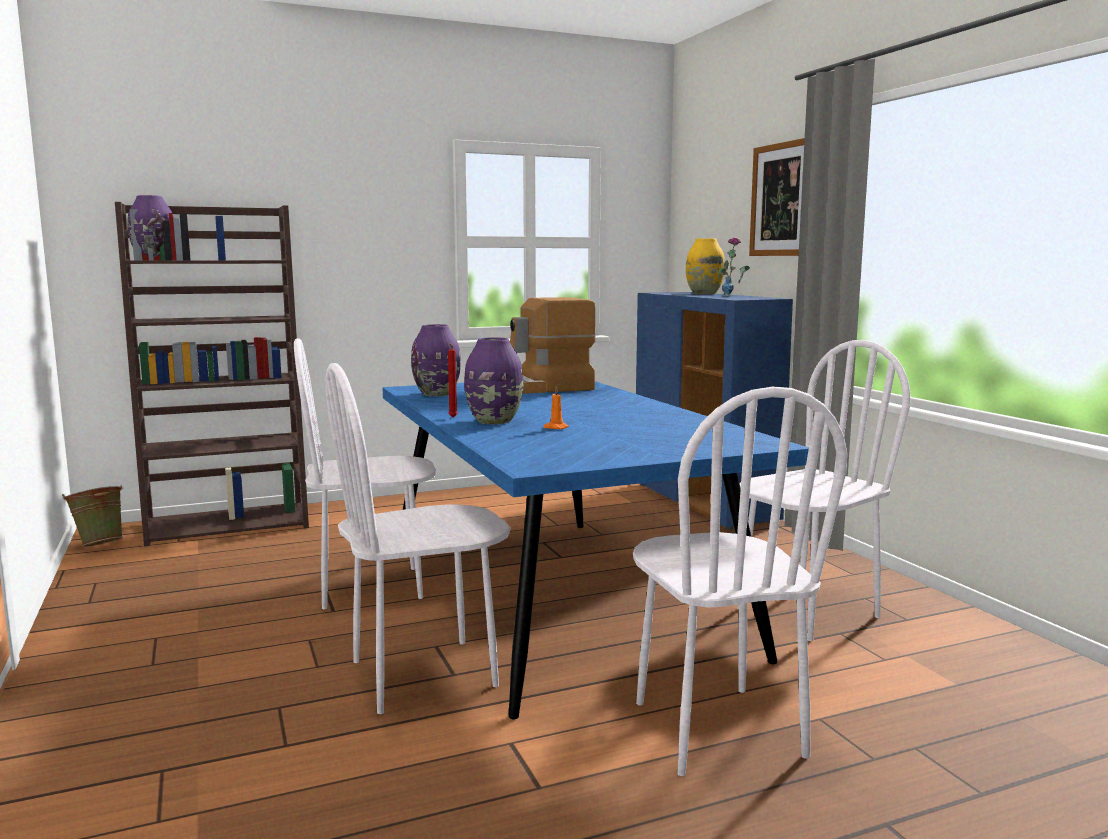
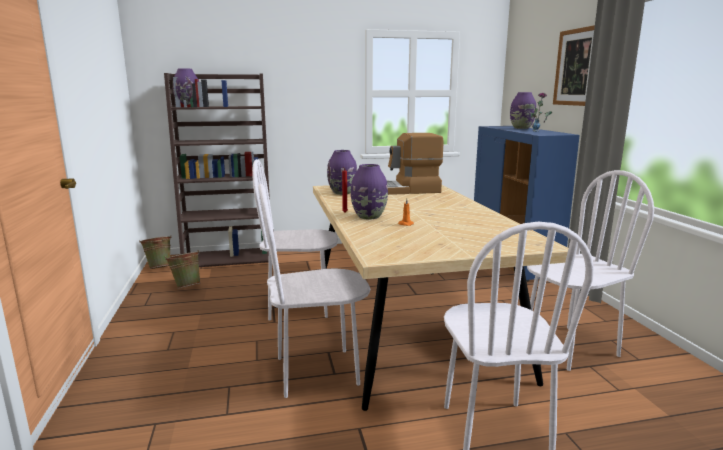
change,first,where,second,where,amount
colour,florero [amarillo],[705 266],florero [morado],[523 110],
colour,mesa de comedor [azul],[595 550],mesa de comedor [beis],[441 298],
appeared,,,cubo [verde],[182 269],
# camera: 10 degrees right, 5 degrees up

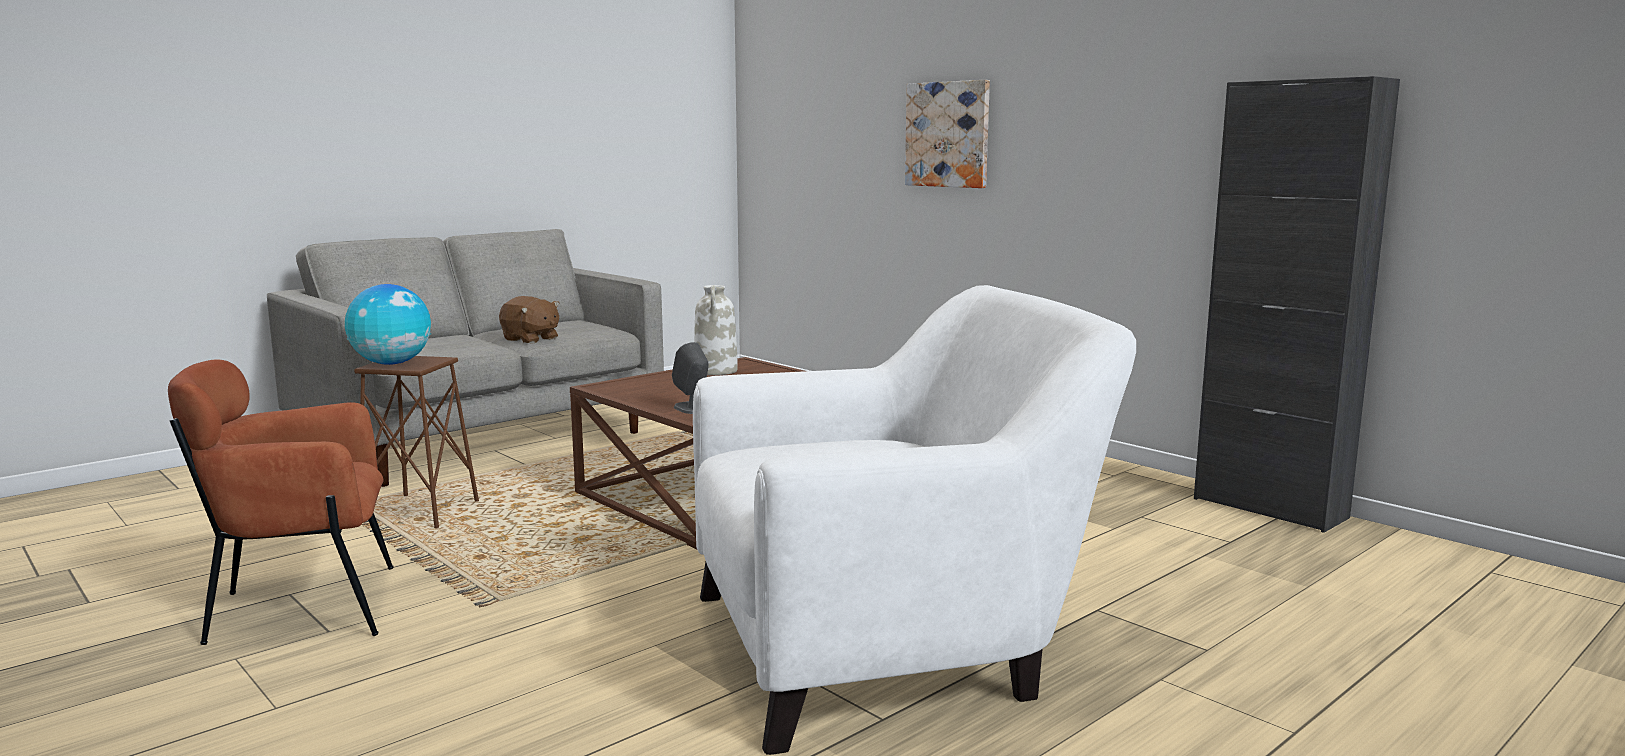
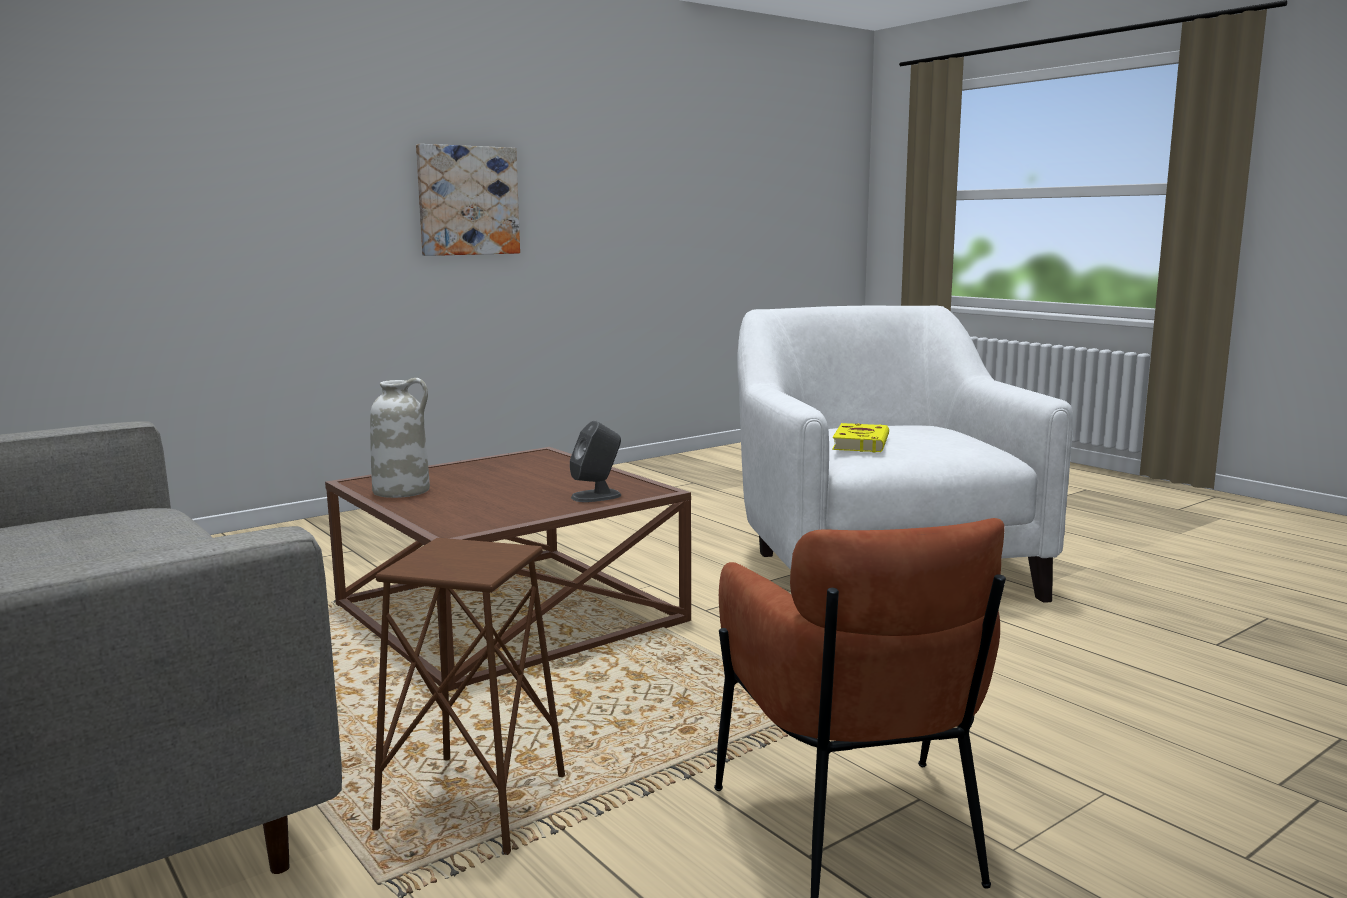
change,first,where,second,where,amount
missing,armario [negro],[1297 304],,,
relocated,cuadro,[947 134],,[468 200],
missing,globo terráqueo,[388 324],,,
missing,peluche [marrón],[529 320],,,
appeared,,,libro [amarillo],[860 437],
# camera: 85 degrees left, 0 degrees up

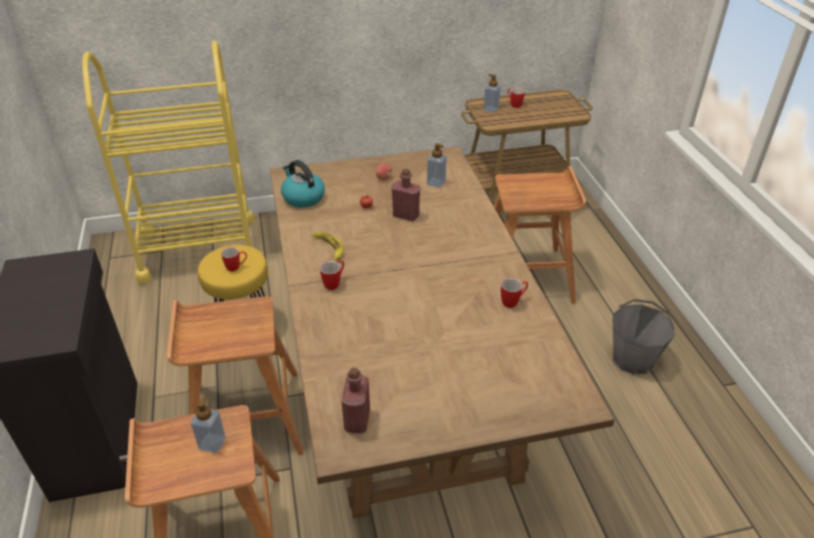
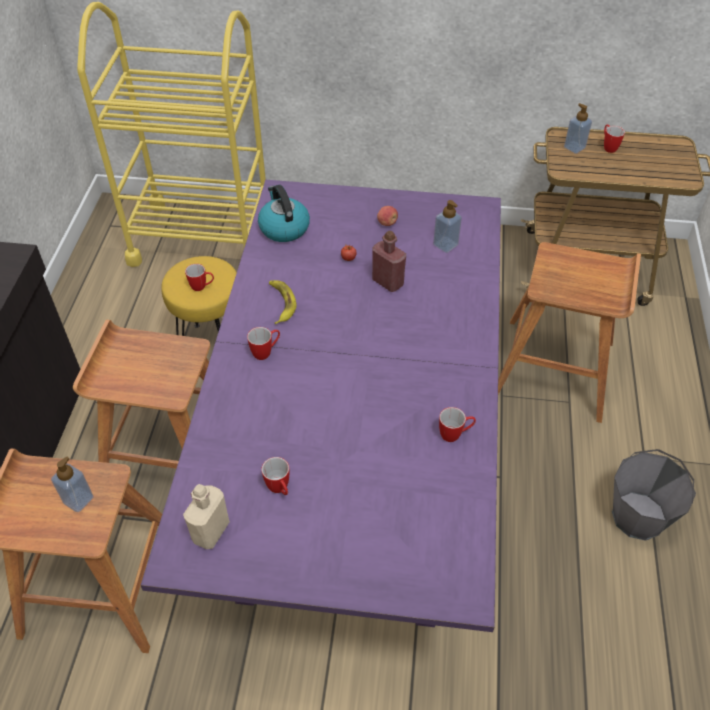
change,first,where,second,where,amount
colour,mesa de comedor [marrón],[442 332],mesa de comedor [morado],[321 406],
colour,botella [rojo],[355 400],botella [beis],[206 516],
appeared,,,taza grande,[275 476],
# camera: 20 degrees right, 10 degrees up

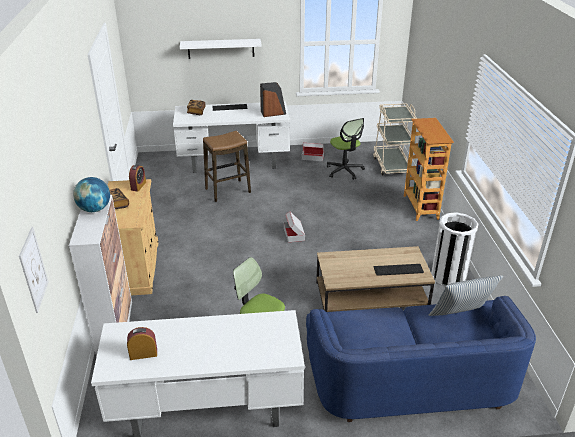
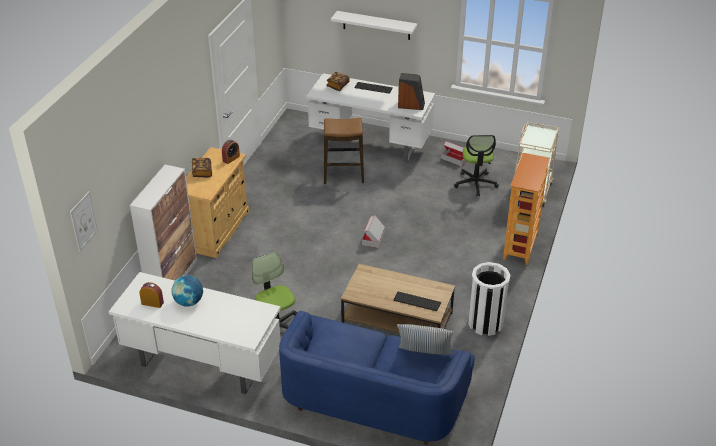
change,first,where,second,where,amount
relocated,globo terráqueo,[91 194],,[187 291],
# camera: 25 degrees right, 5 degrees up

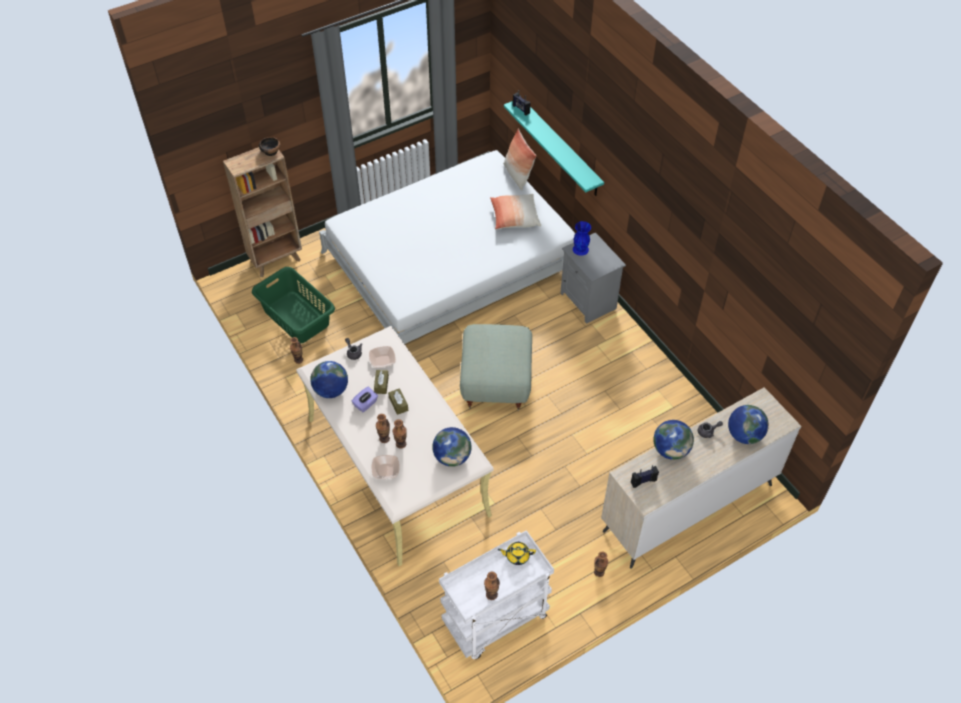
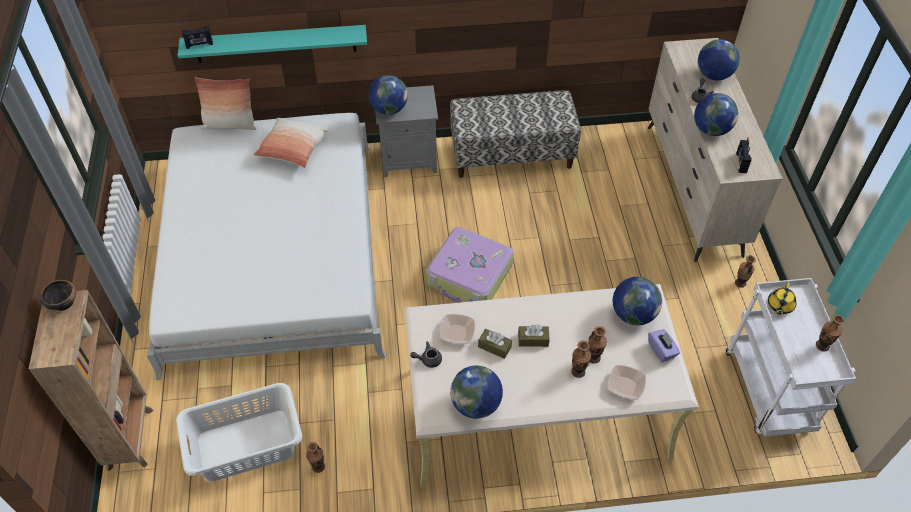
change,first,where,second,where,amount
exchanged,florero [azul],[582 238],globo terráqueo,[388 95],
colour,cesto de la ropa [verde],[293 305],cesto de la ropa [blanco],[239 432],
exchanged,puf [gris],[496 367],maleta,[470 265],
relocated,caja de pañuelos [morado],[365 399],,[664 345],
appeared,,,banco,[515 134],
# camera: 65 degrees left, 0 degrees up

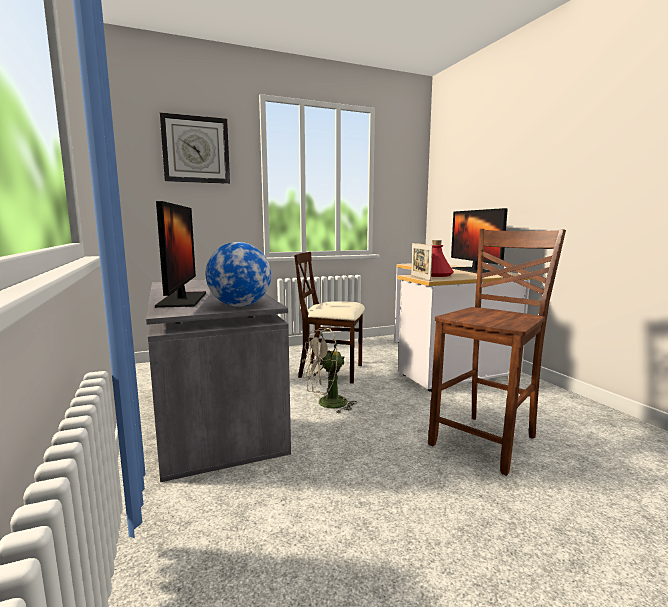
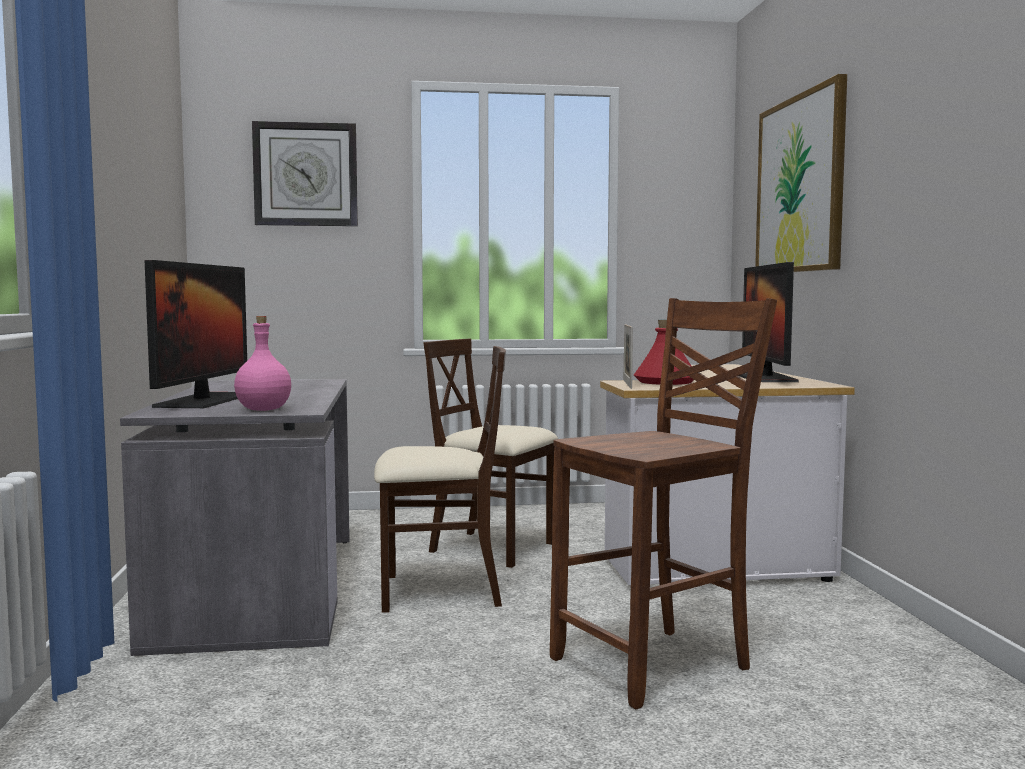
change,first,where,second,where,amount
exchanged,globo terráqueo,[238 274],botella [rosa],[262 363],
exchanged,ventilador [beis],[329 371],silla [beis],[440 479],
appeared,,,cuadro,[801 173],
# camera: 15 degrees right, 5 degrees down

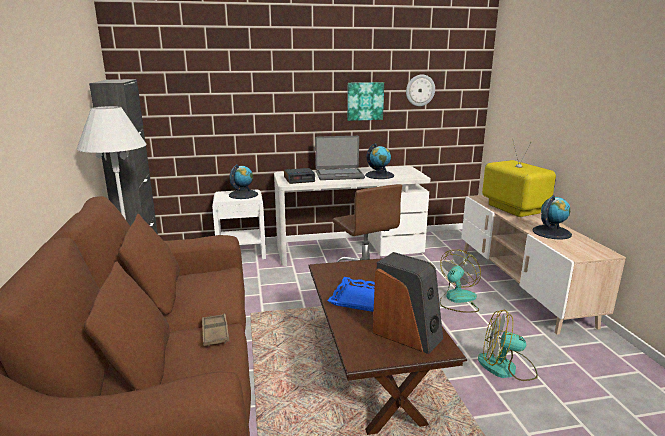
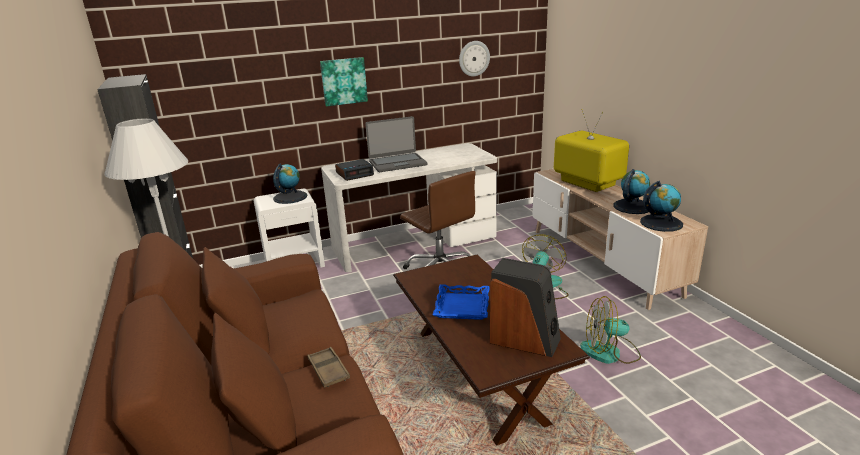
change,first,where,second,where,amount
relocated,cuadro,[365 101],,[344 81],
relocated,globo terráqueo,[379 161],,[661 206],
# camera: 10 degrees left, 5 degrees up

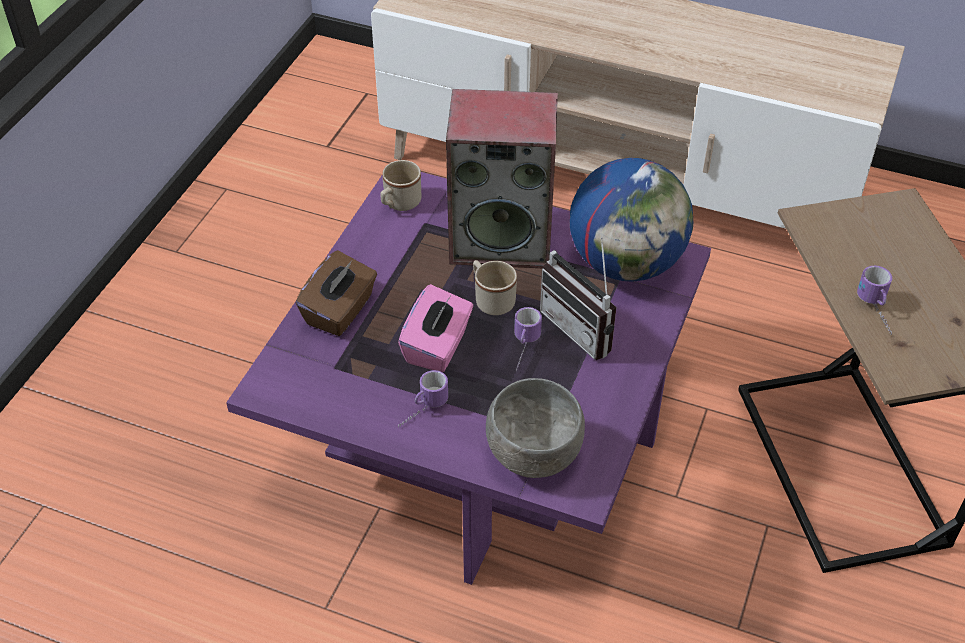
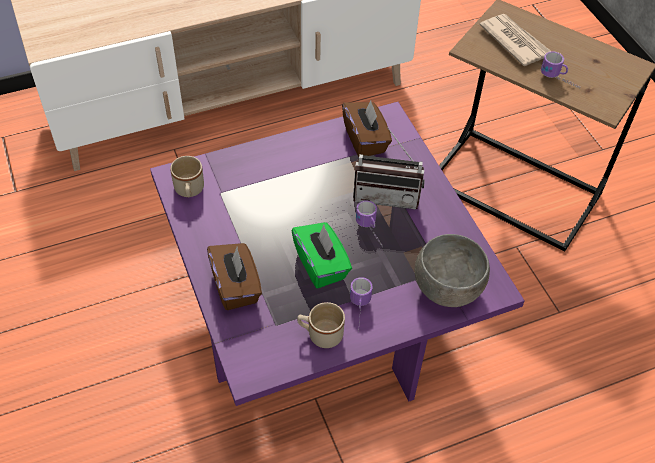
change,first,where,second,where,amount
missing,altavoz,[502 178],,,
exchanged,globo terráqueo,[631 220],caja de pañuelos [marrón],[367 128],
relocated,taza grande [beis],[495 287],,[321 325],
colour,caja de pañuelos [rosa],[435 328],caja de pañuelos [verde],[322 255],
appeared,,,periódico,[515 40],
# camera: 45 degrees left, 5 degrees up

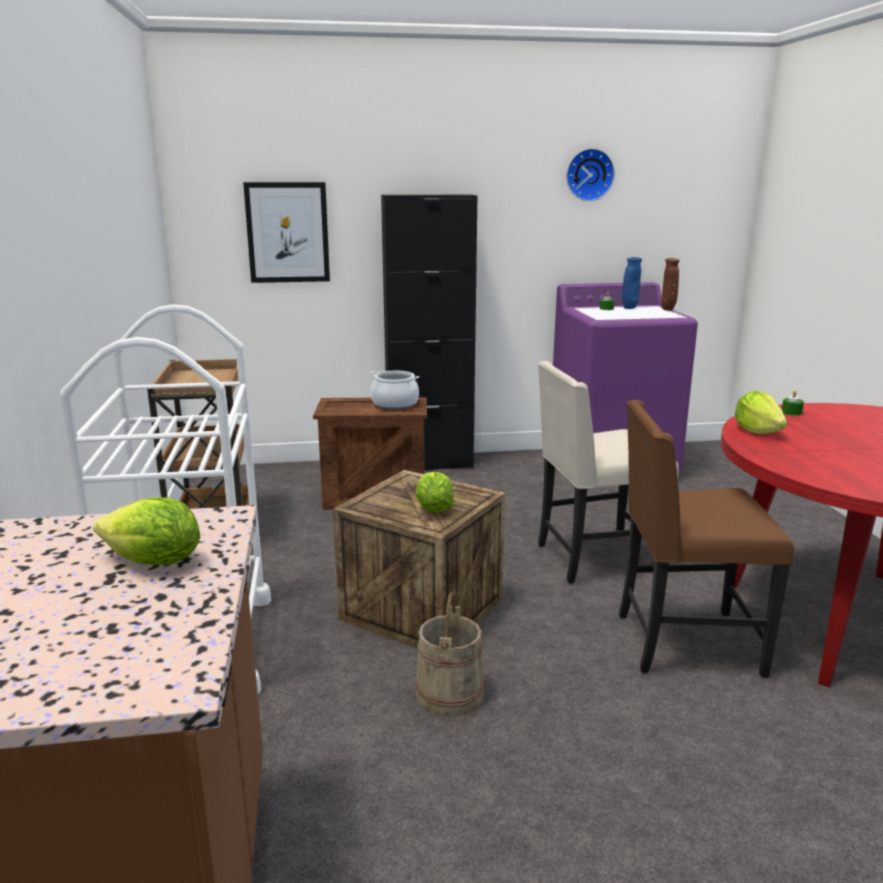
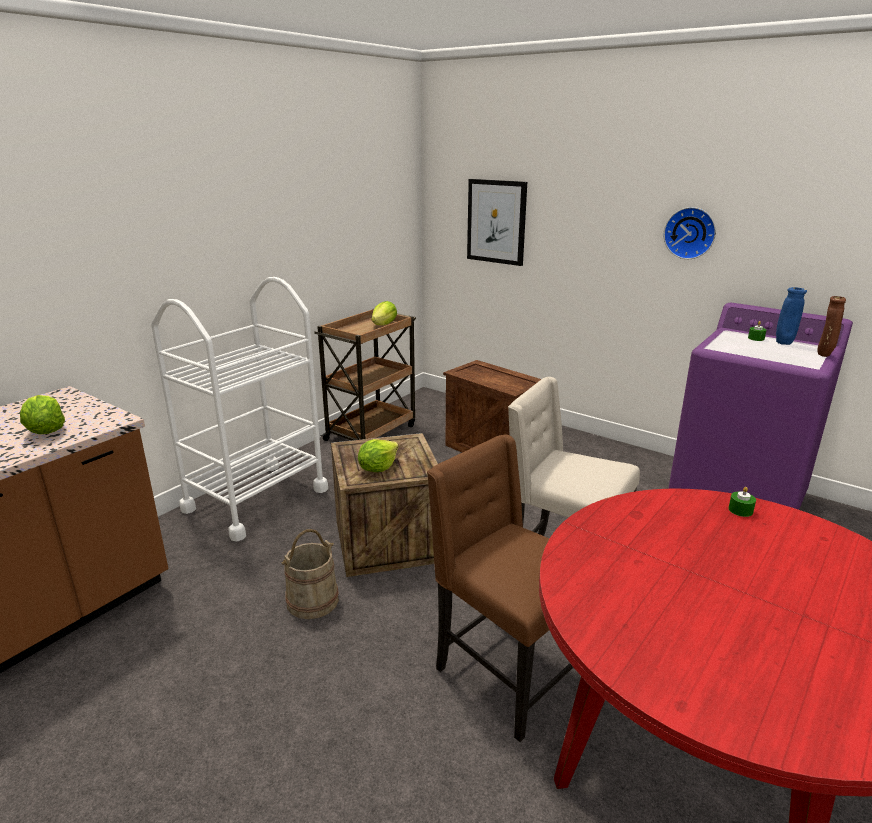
change,first,where,second,where,amount
relocated,reloj de pared,[590 174],,[690 233],
missing,armario [negro],[429 332],,,
missing,olla,[394 390],,,
relocated,lechuga,[761 412],,[384 313],
# camera: 45 degrees right, 5 degrees up

